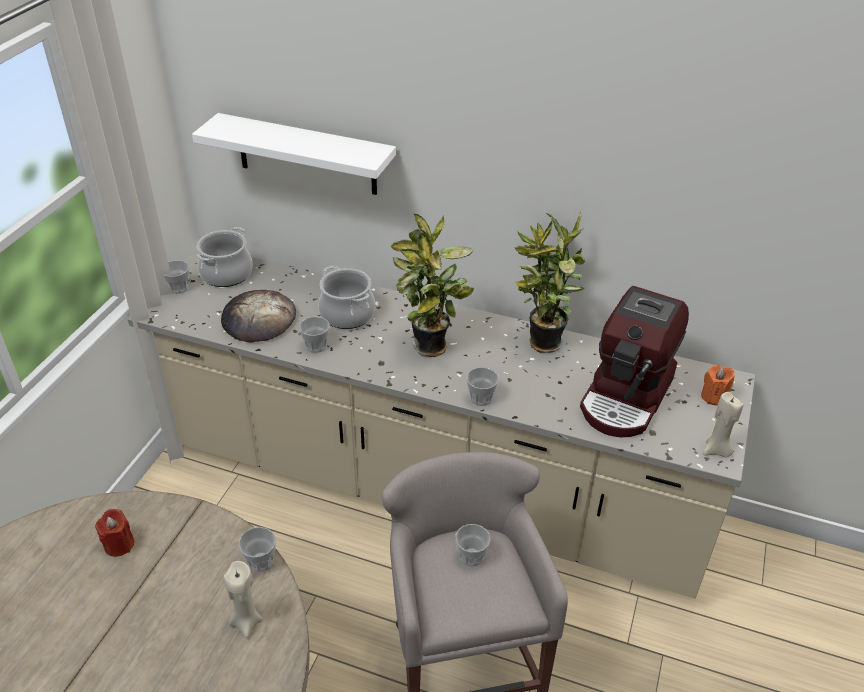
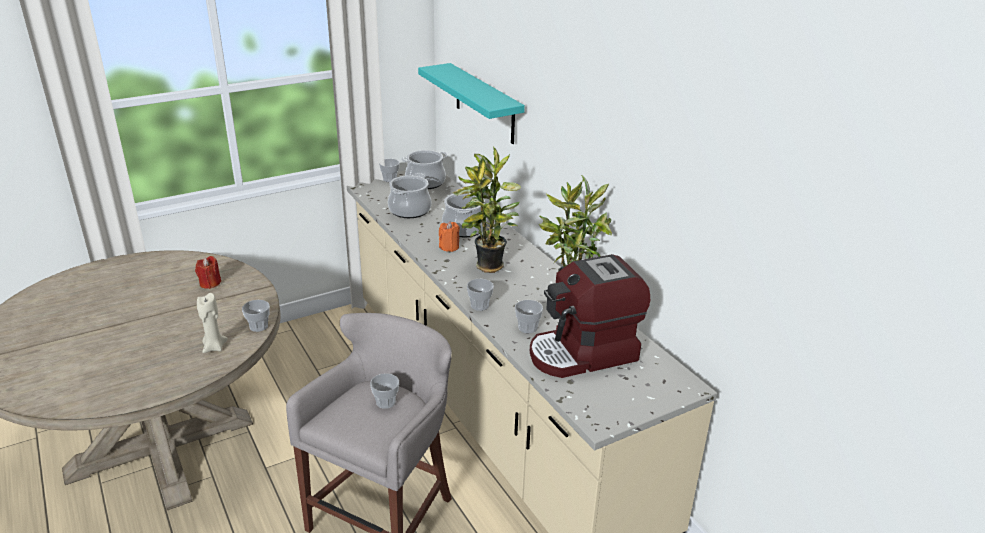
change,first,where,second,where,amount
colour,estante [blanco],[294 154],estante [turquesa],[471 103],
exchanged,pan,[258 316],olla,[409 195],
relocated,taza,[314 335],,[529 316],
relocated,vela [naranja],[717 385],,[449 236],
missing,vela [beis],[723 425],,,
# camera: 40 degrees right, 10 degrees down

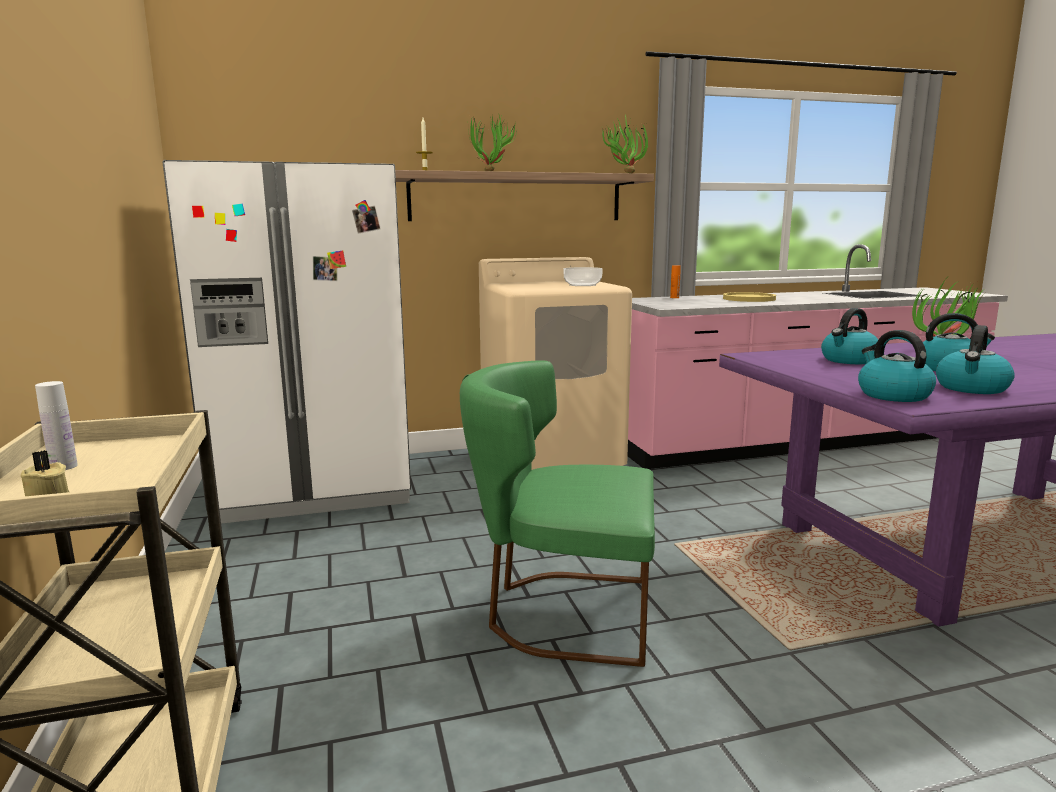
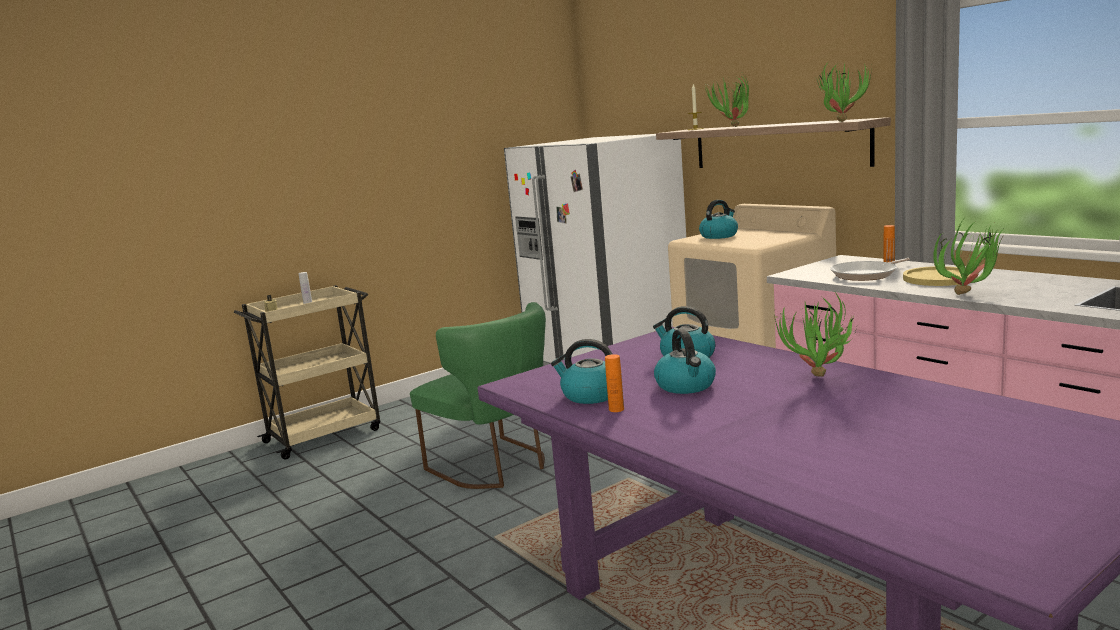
change,first,where,second,where,amount
missing,cuenco,[583 276],,,
relocated,hervidor,[897 366],,[718 219],
spun,silla [verde],[557 513],,[478 395],150 degrees clockwise
appeared,,,planta en maceta,[969 257],
appeared,,,sartén,[870 269],
appeared,,,botella [naranja],[614 383],
# camera: 70 degrees right, 0 degrees up

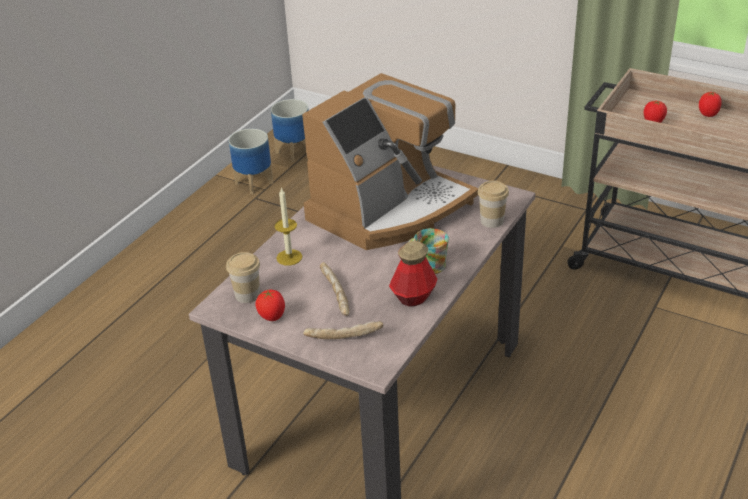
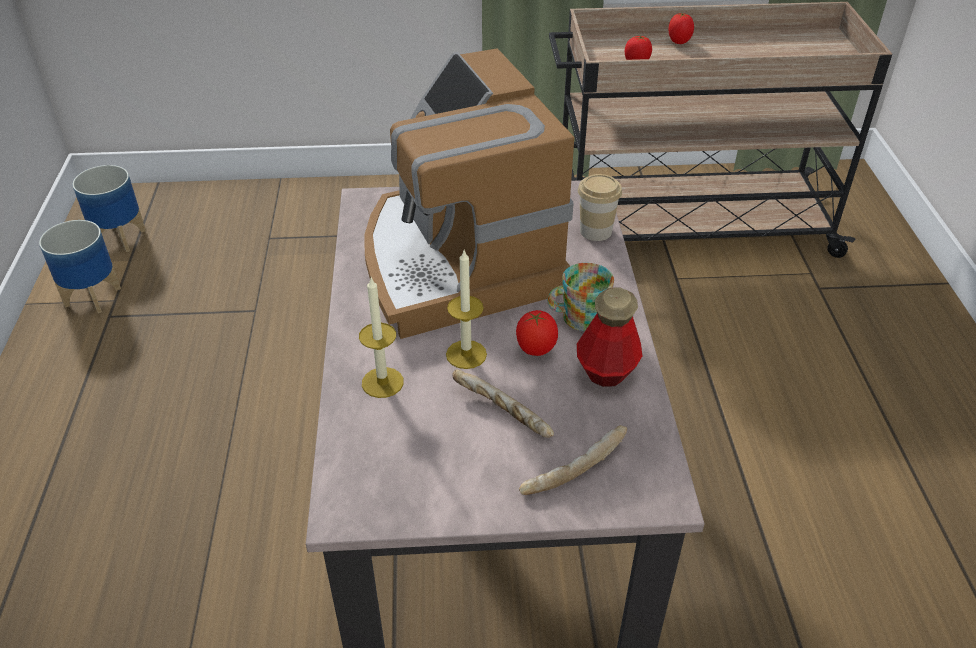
change,first,where,second,where,amount
spun,cafetera,[390 161],,[469 193],150 degrees clockwise
missing,taza,[243 277],,,
relocated,tomate,[270 305],,[537 333],
appeared,,,vela,[466 309],
# camera: 35 degrees left, 5 degrees up

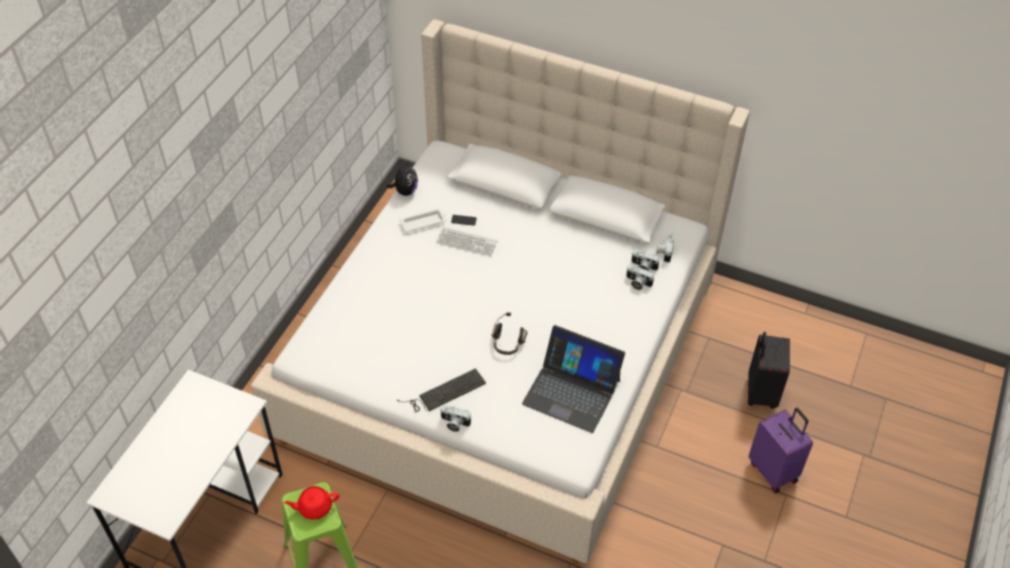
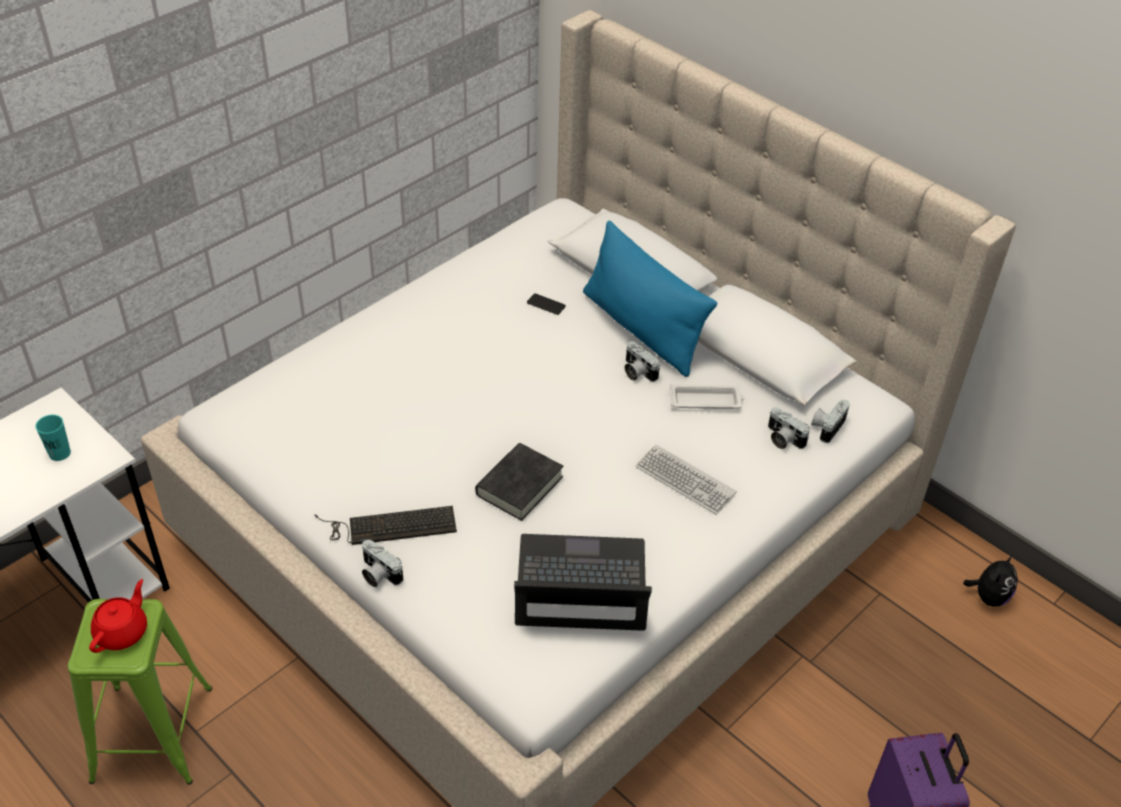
change,first,where,second,where,amount
relocated,peluche,[402 178],,[990 580],
relocated,bandeja [blanco],[423 220],,[706 396],
relocated,teclado,[467 242],,[685 479],
relocated,cámara,[640 277],,[642 361],
exchanged,auriculares [negro],[509 333],libro [negro],[519 482],
spun,portátil,[573 379],,[583 582],135 degrees clockwise
missing,maleta [negro],[769 370],,,
spun,tetera [rojo],[311 503],,[118 616],105 degrees clockwise
appeared,,,cojín [azul],[650 298],
appeared,,,taza [turquesa],[53 438],
# camera: 20 degrees right, 5 degrees down

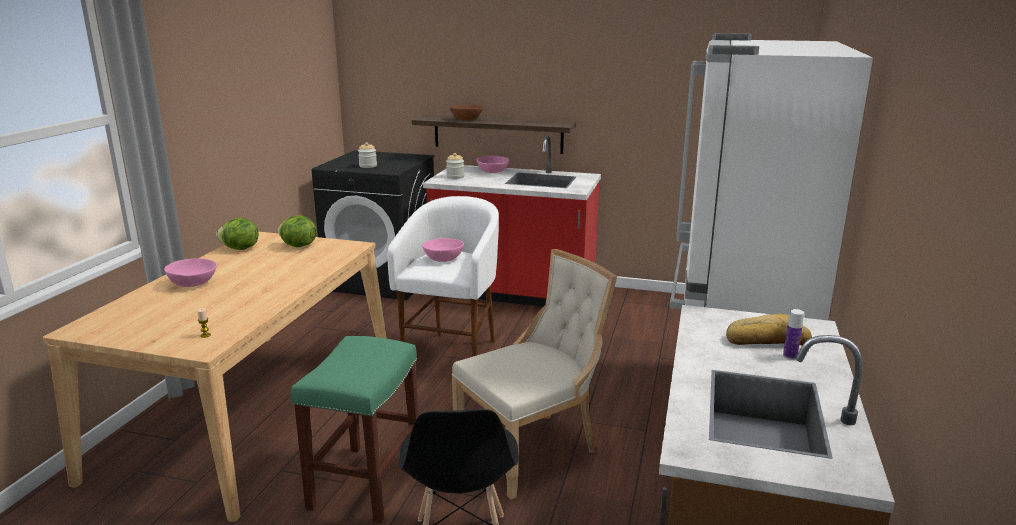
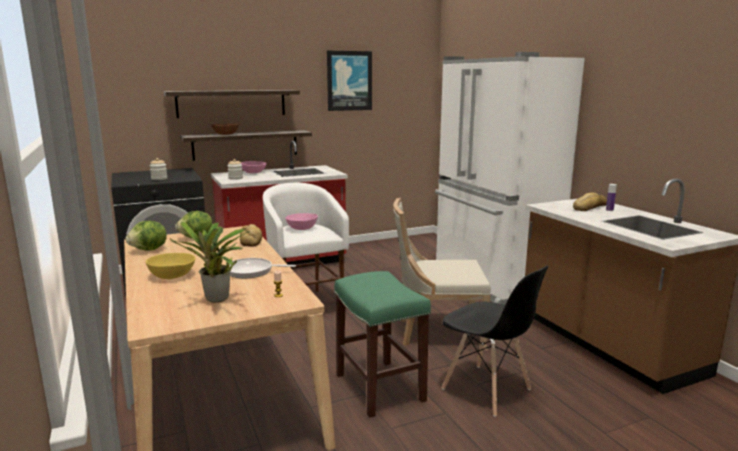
change,first,where,second,where,amount
spun,silla [beis],[534 374],,[442 274],105 degrees counterclockwise
colour,cuenco [rosa],[190 272],cuenco [amarillo],[171 266],
appeared,,,cuadro,[349 80],
appeared,,,estante,[232 104],
appeared,,,planta en maceta,[209 262],
appeared,,,pan,[251 235],
appeared,,,sartén,[262 268],
# camera: 40 degrees left, 5 degrees down

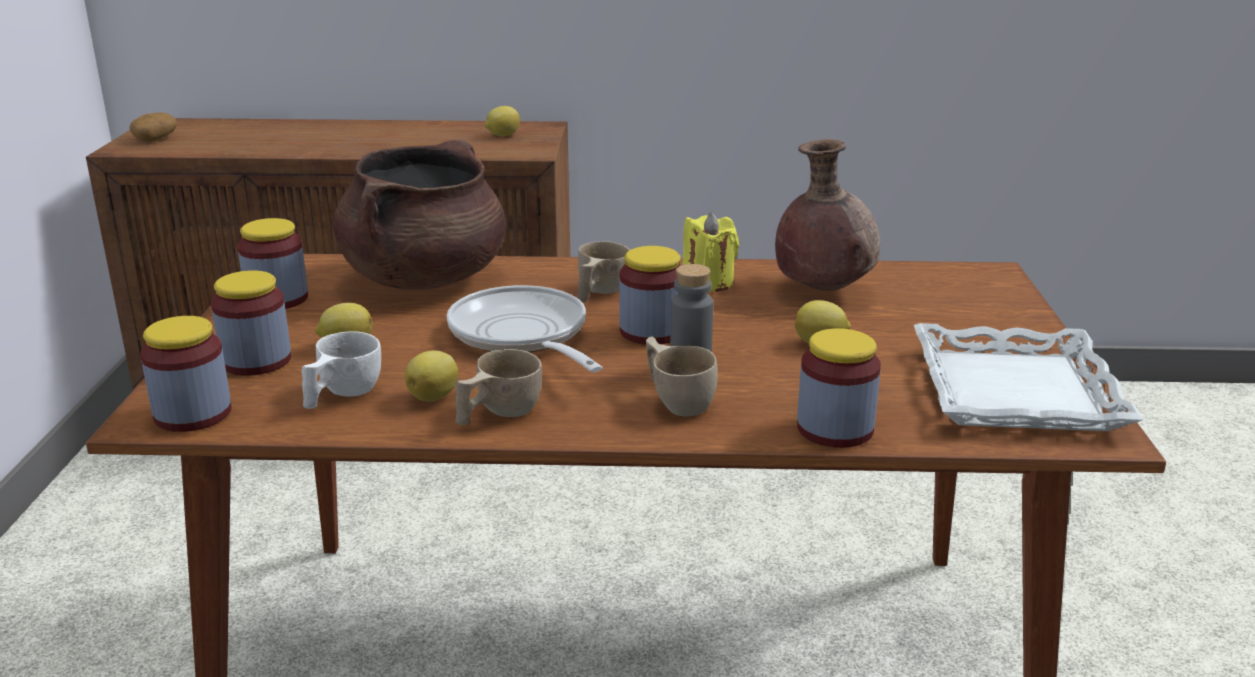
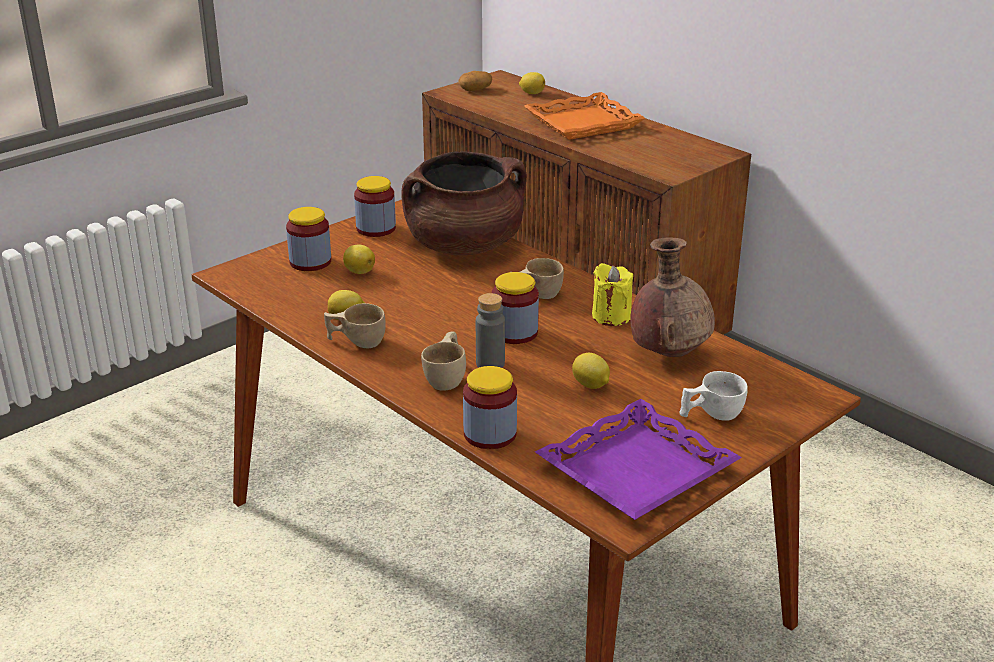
change,first,where,second,where,amount
relocated,limón,[502 121],,[532 83],
missing,sartén,[525 328],,,
missing,tarro,[185 374],,,
colour,bandeja [blanco],[1029 377],bandeja [morado],[638 459],
relocated,taza [blanco],[341 370],,[713 396],
appeared,,,bandeja [naranja],[585 116],
# camera: 45 degrees right, 5 degrees up

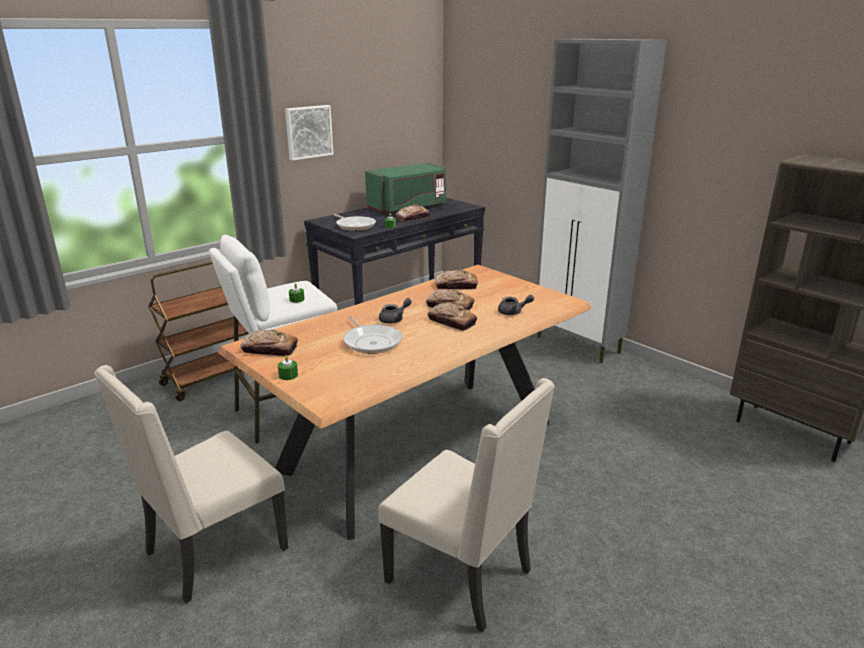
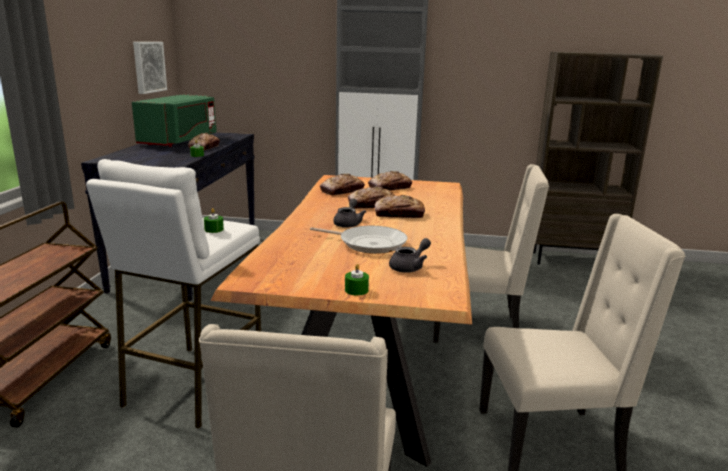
change,first,where,second,where,amount
relocated,cuadro,[309 132],,[150 68],
missing,sartén,[355 222],,,
relocated,tetera [gris],[516 305],,[410 255],
relocated,pan,[269 343],,[390 181],
appeared,,,silla [beis],[491 253],
# camera: 40 degrees left, 5 degrees down

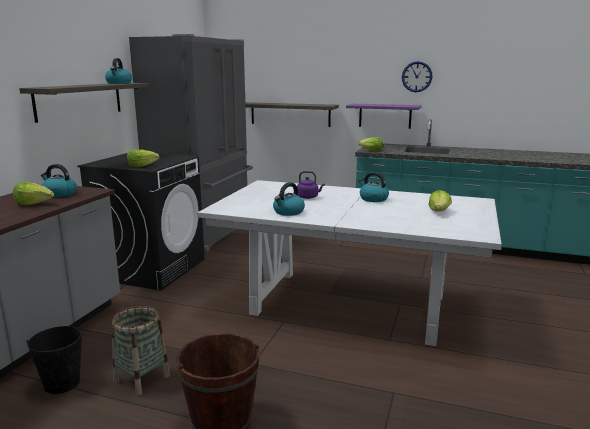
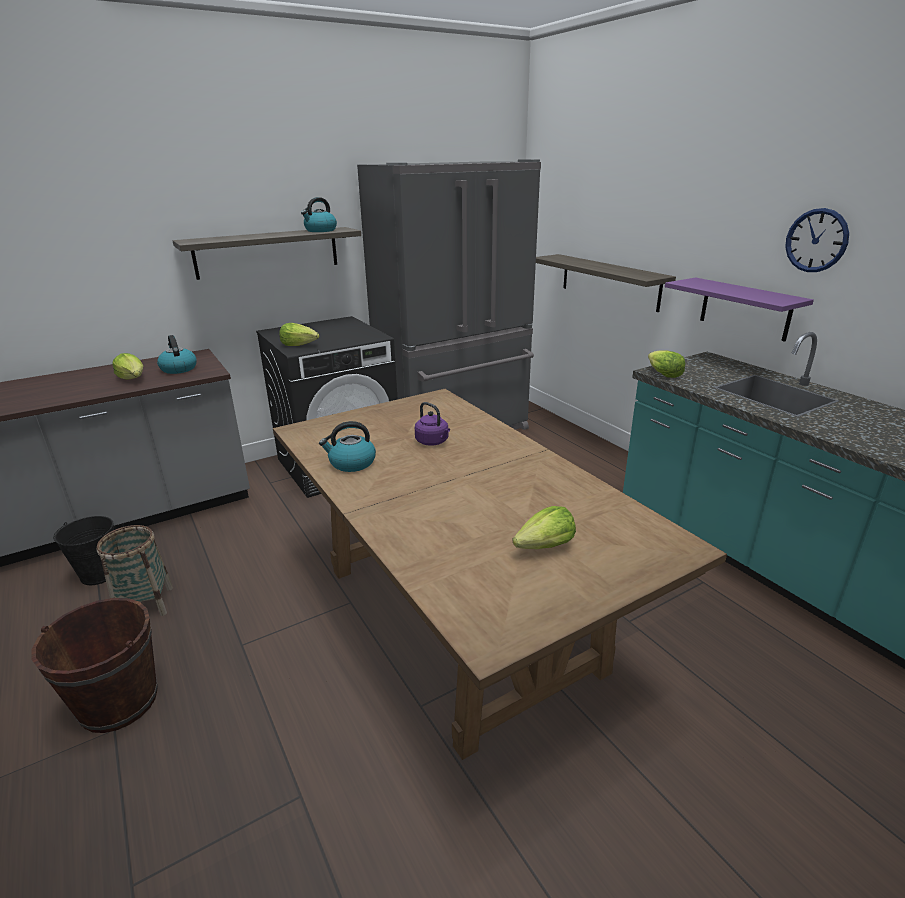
change,first,where,second,where,amount
missing,hervidor,[374 187],,,
colour,mesa de comedor [blanco],[349 263],mesa de comedor [marrón],[500 574],
# camera: 40 degrees right, 10 degrees up

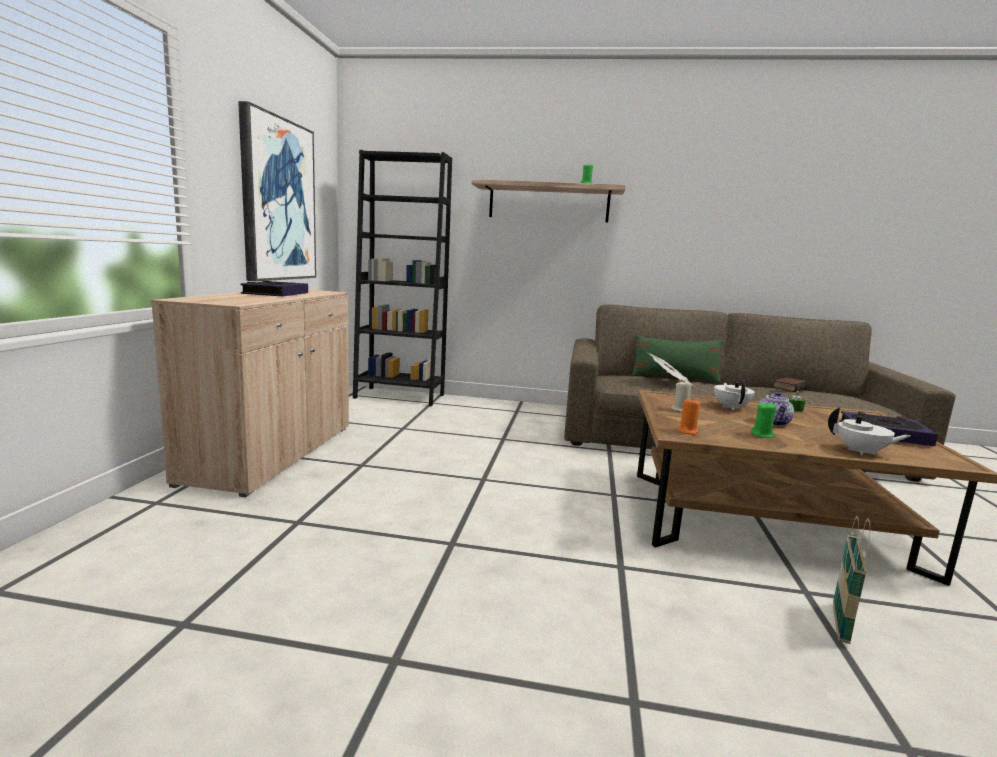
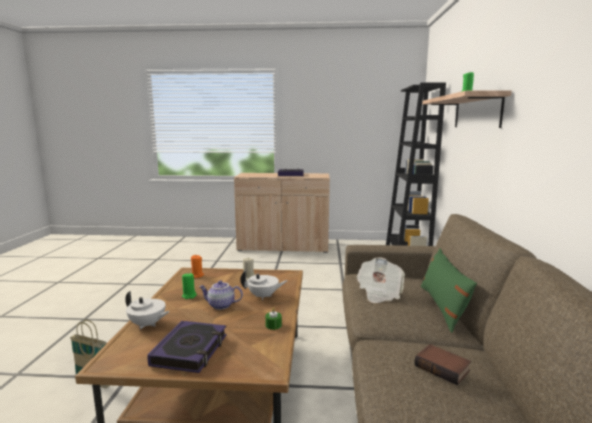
change,first,where,second,where,amount
missing,cuadro,[277 191],,,
spun,tetera [blanco],[869 432],,[147 310],90 degrees counterclockwise
# camera: 85 degrees right, 0 degrees up

